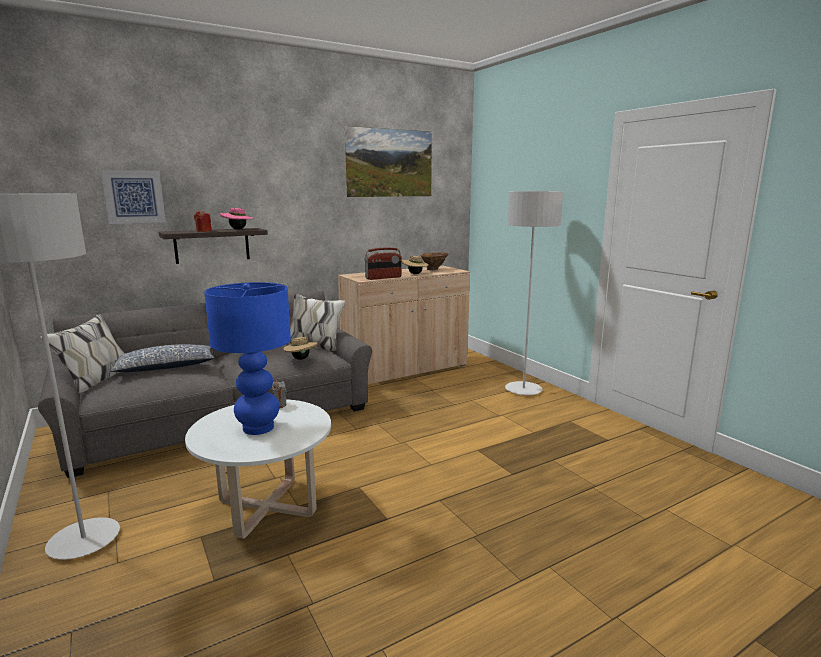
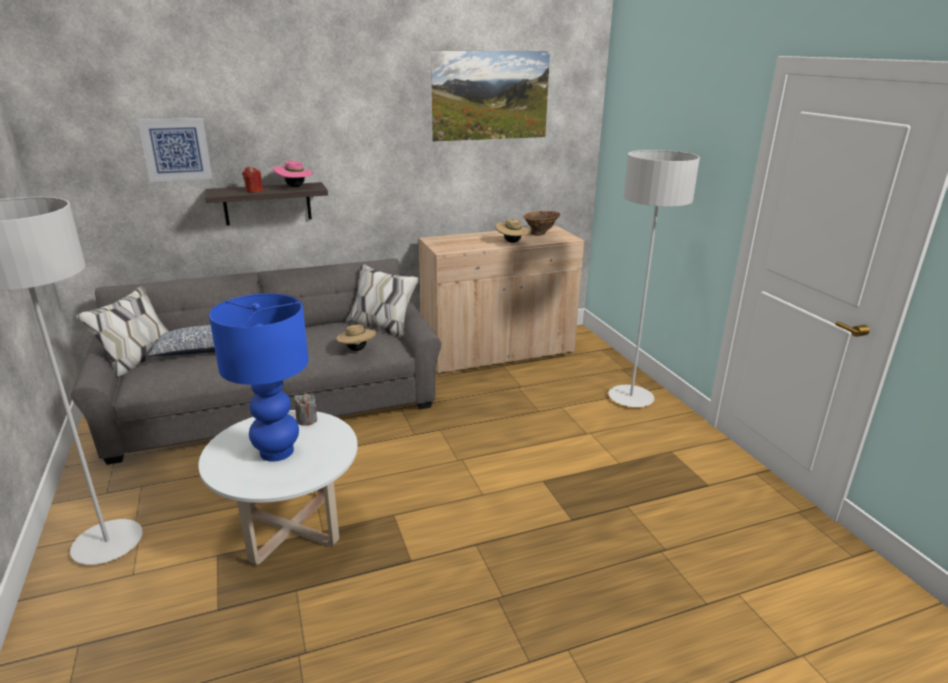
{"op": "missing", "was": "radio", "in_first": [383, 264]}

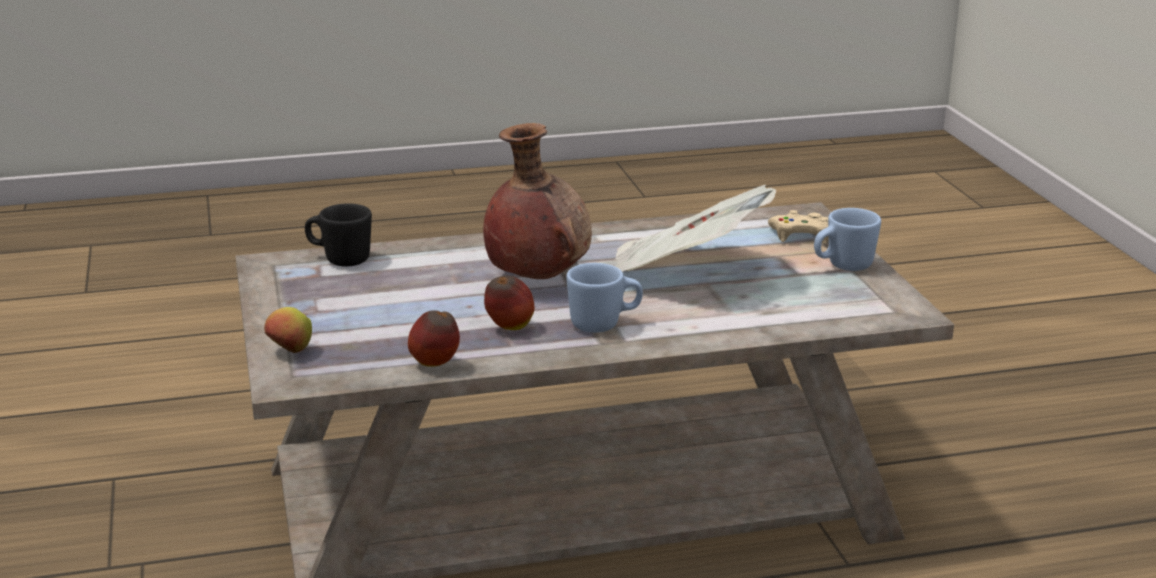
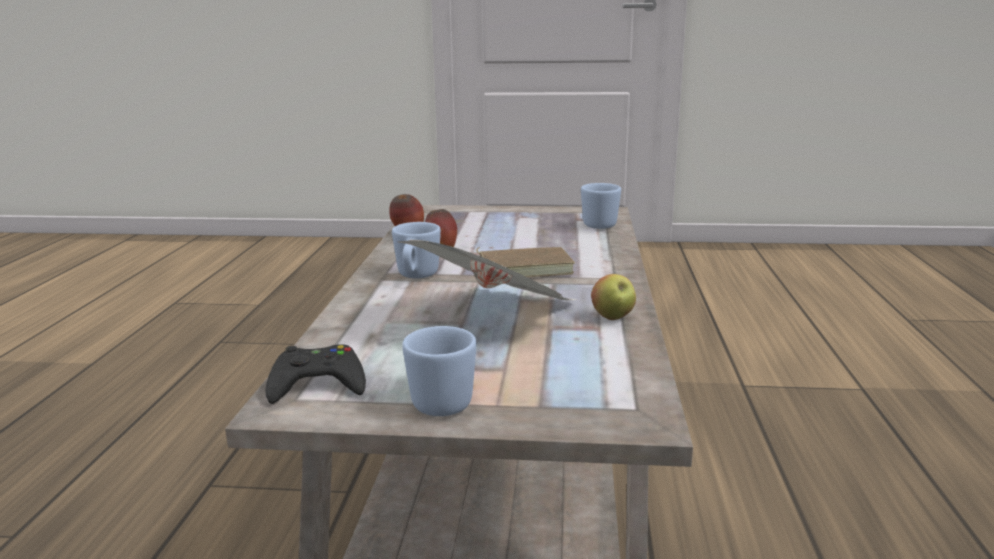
{"op": "missing", "was": "pad do gier/beżowy", "in_first": [798, 227]}
{"op": "appeared", "now": "pad do gier/czarny", "in_second": [315, 374]}
{"op": "relocated", "was": "jabłko", "in_first": [288, 330], "in_second": [613, 297]}
{"op": "exchanged", "was": "wazon/brązowy", "now": "książka/brązowy", "in_first": [537, 201], "in_second": [525, 262]}
{"op": "colour", "was": "kubek/czarny", "now": "kubek/niebieski", "in_first": [338, 234], "in_second": [601, 206]}

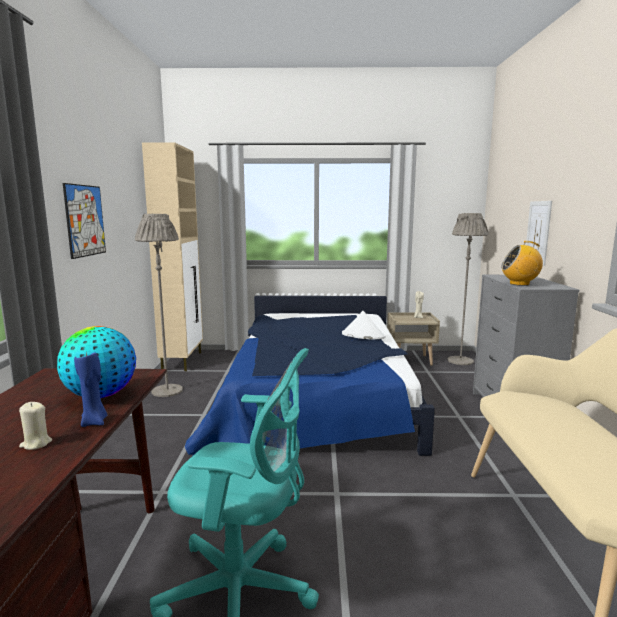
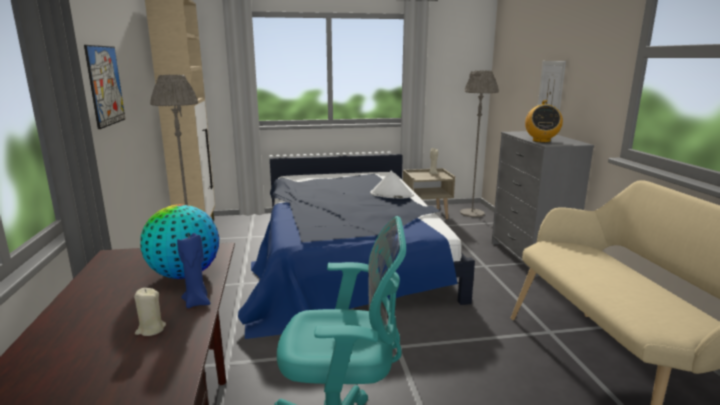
{"op": "spun", "was": "radio", "in_first": [522, 263], "in_second": [544, 121], "clockwise": -75}

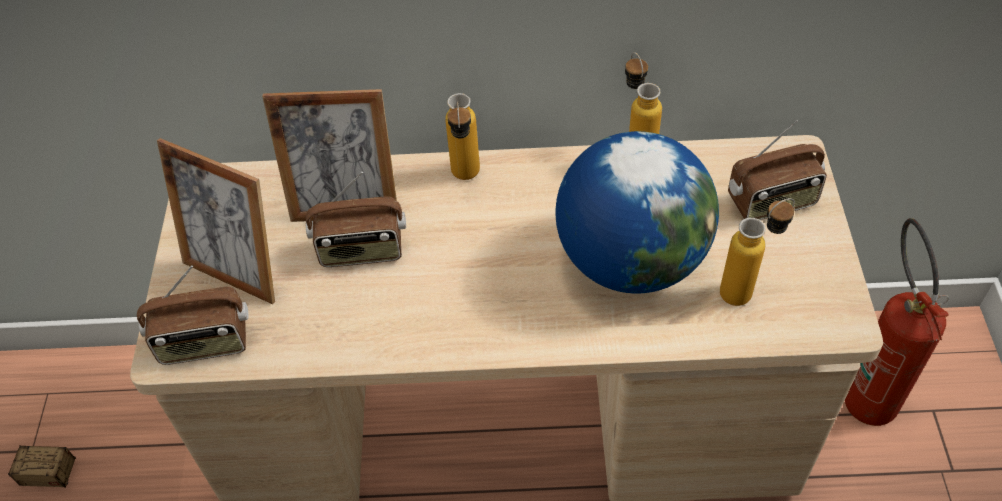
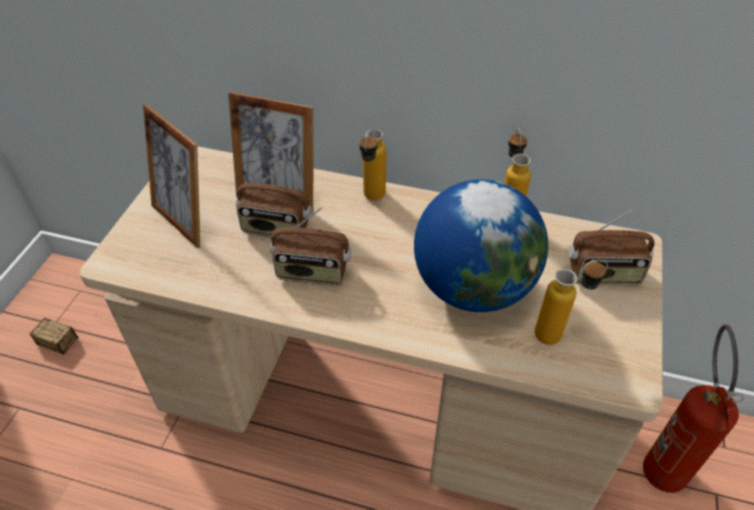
{"op": "relocated", "was": "radio", "in_first": [193, 315], "in_second": [310, 246]}

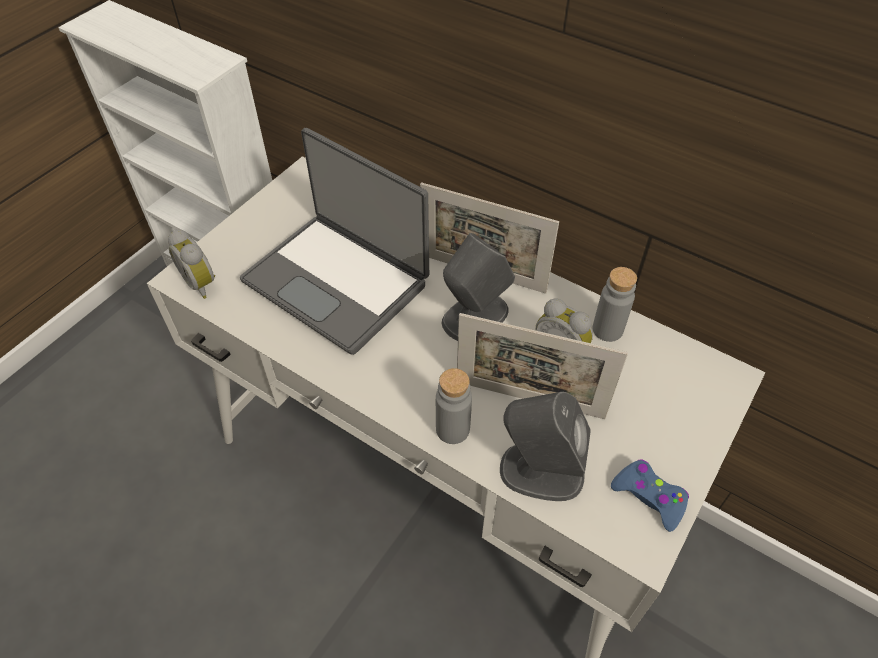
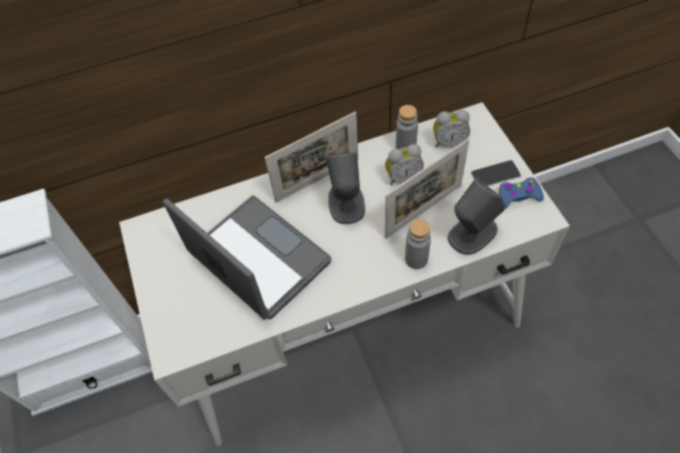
{"op": "appeared", "now": "telefon", "in_second": [496, 173]}
{"op": "relocated", "was": "budzik", "in_first": [191, 264], "in_second": [451, 129]}
{"op": "spun", "was": "laptop", "in_first": [334, 241], "in_second": [247, 257], "clockwise": -120}

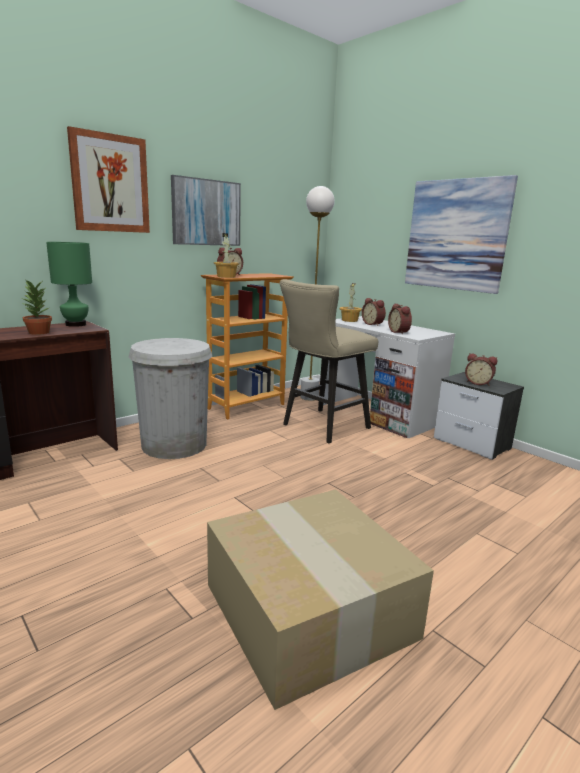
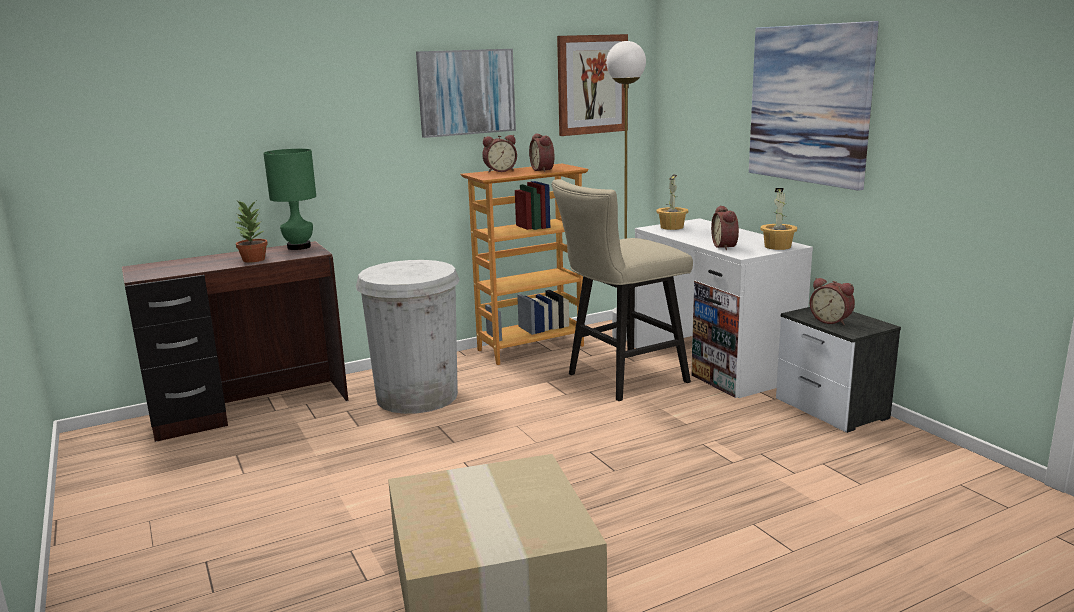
{"op": "relocated", "was": "obraz", "in_first": [108, 179], "in_second": [592, 85]}
{"op": "relocated", "was": "roślina doniczkowa", "in_first": [226, 255], "in_second": [779, 219]}
{"op": "relocated", "was": "budzik", "in_first": [374, 312], "in_second": [541, 153]}

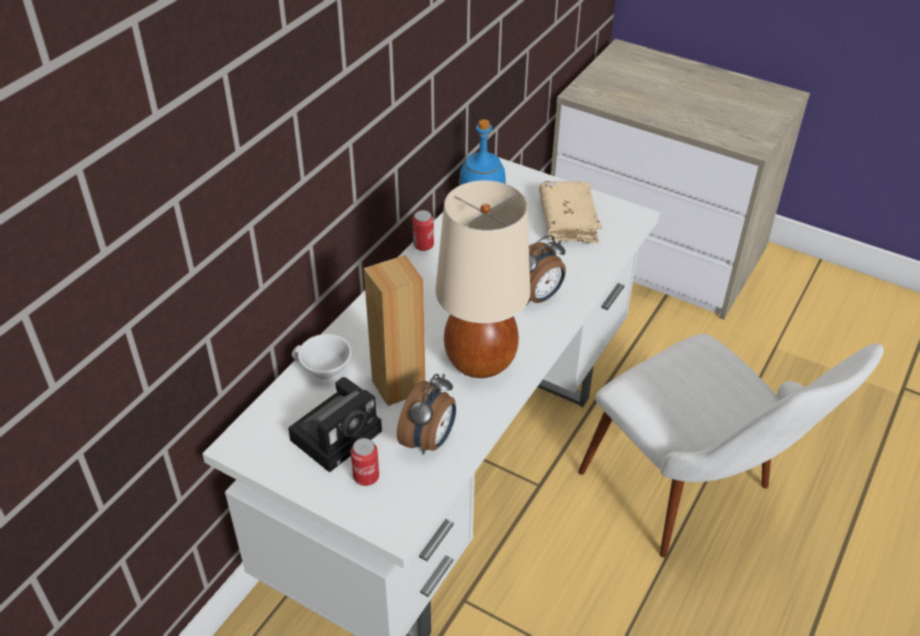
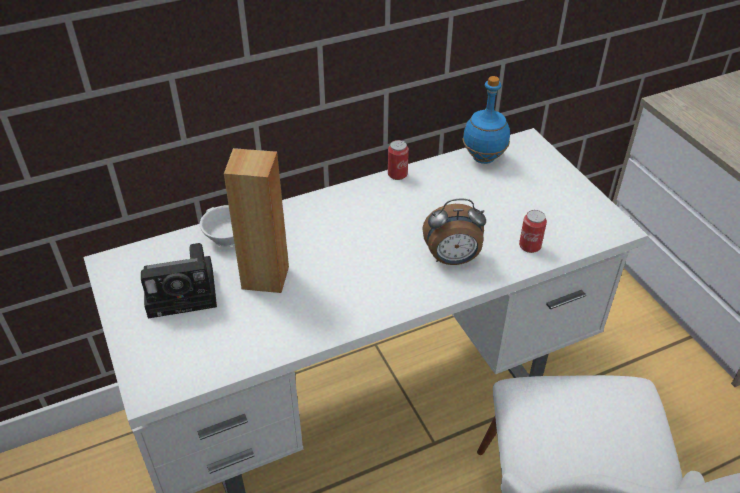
{"op": "missing", "was": "budzik", "in_first": [426, 414]}
{"op": "missing", "was": "lampa stołowa/beżowy", "in_first": [483, 279]}
{"op": "missing", "was": "książka/beżowy", "in_first": [570, 212]}
{"op": "relocated", "was": "puszka", "in_first": [365, 462], "in_second": [533, 231]}

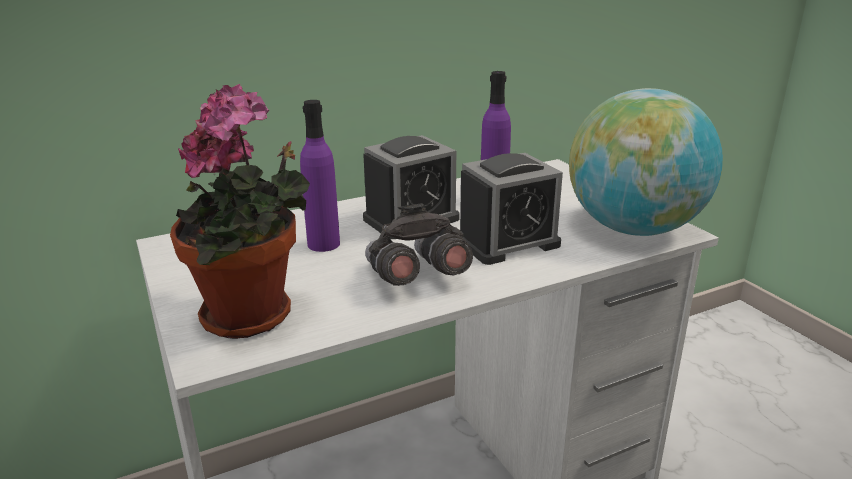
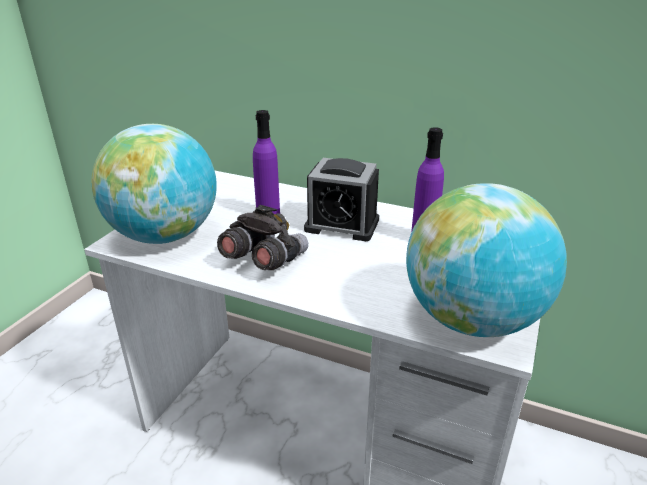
{"op": "missing", "was": "budzik", "in_first": [511, 209]}
{"op": "exchanged", "was": "roślina doniczkowa", "now": "globus", "in_first": [240, 211], "in_second": [154, 184]}

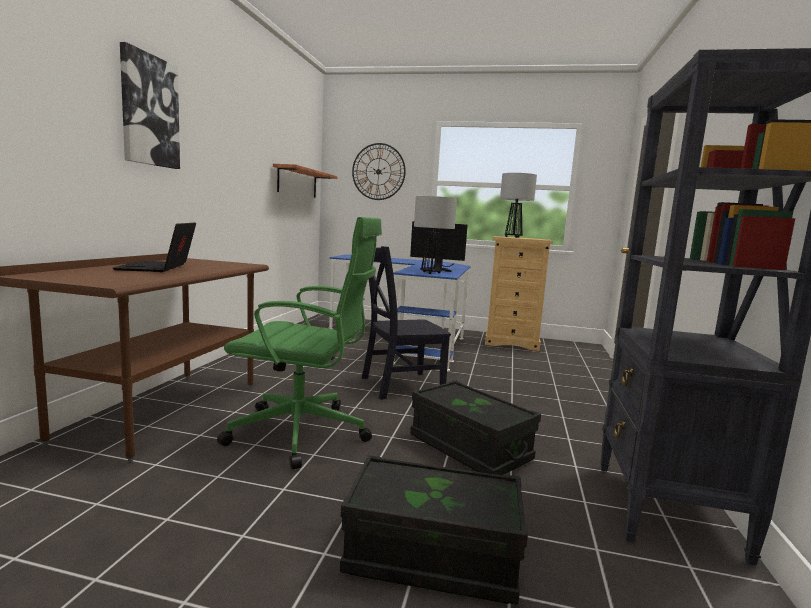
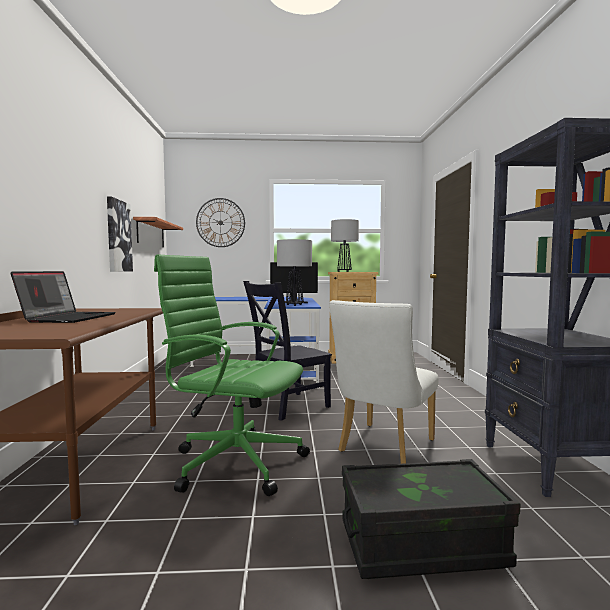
{"op": "relocated", "was": "obraz", "in_first": [150, 105], "in_second": [120, 234]}
{"op": "exchanged", "was": "pojemnik do przechowywania/czarny", "now": "krzesło/biały", "in_first": [475, 427], "in_second": [384, 382]}
{"op": "spun", "was": "laptop", "in_first": [154, 247], "in_second": [63, 297], "clockwise": -150}
{"op": "spun", "was": "krzesło biurowe/zielony", "in_first": [299, 343], "in_second": [232, 375], "clockwise": -150}

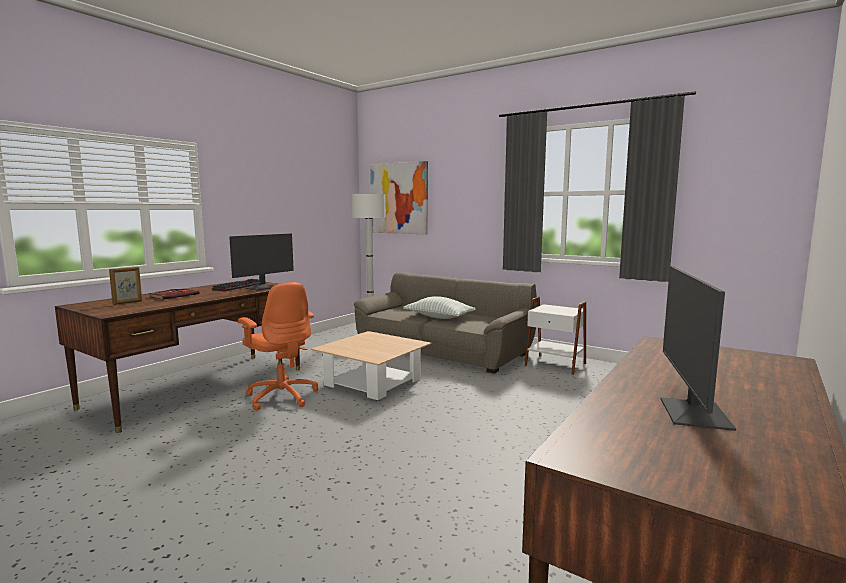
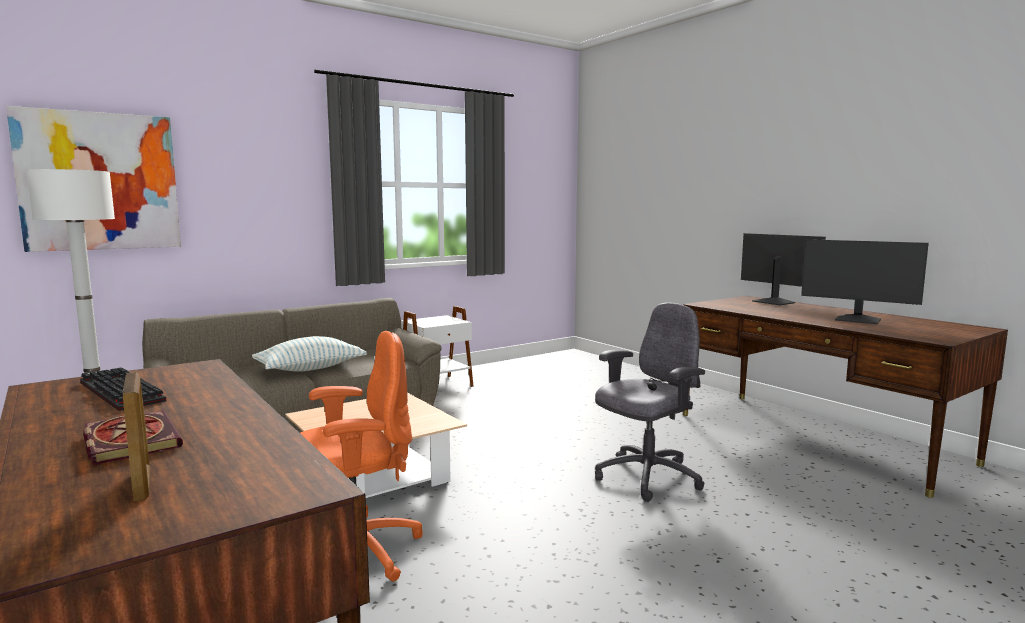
{"op": "appeared", "now": "krzesło biurowe/szary", "in_second": [650, 402]}
{"op": "relocated", "was": "monitor", "in_first": [261, 261], "in_second": [783, 269]}

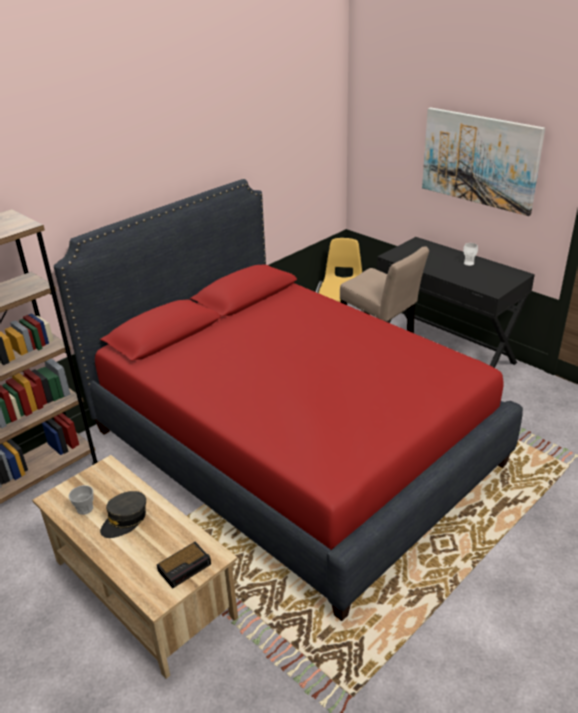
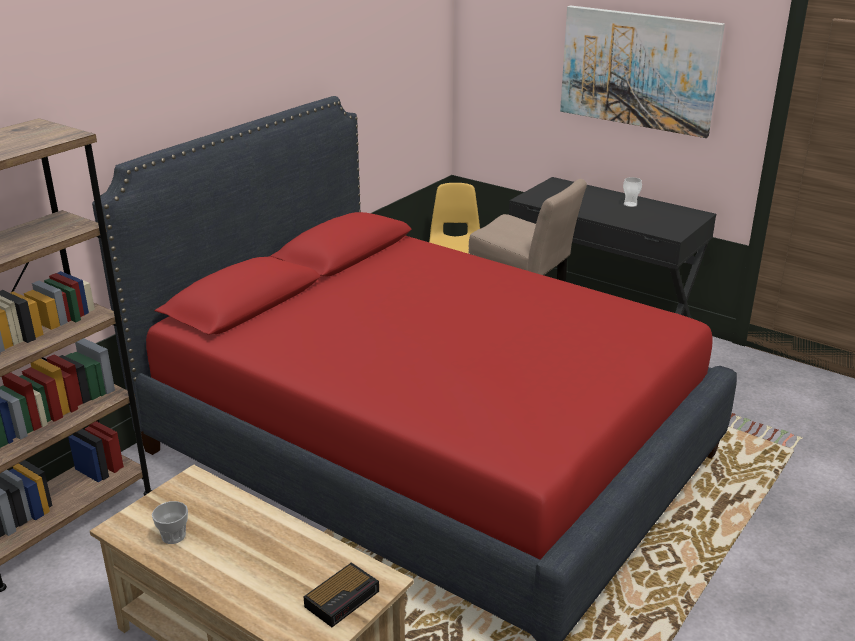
{"op": "missing", "was": "czapka z daszkiem/szary", "in_first": [123, 514]}

